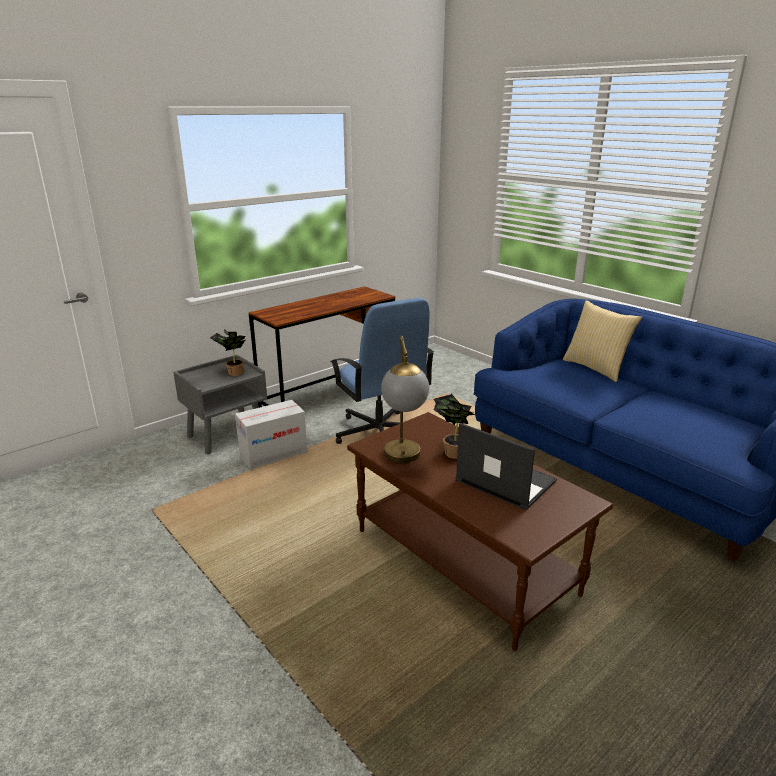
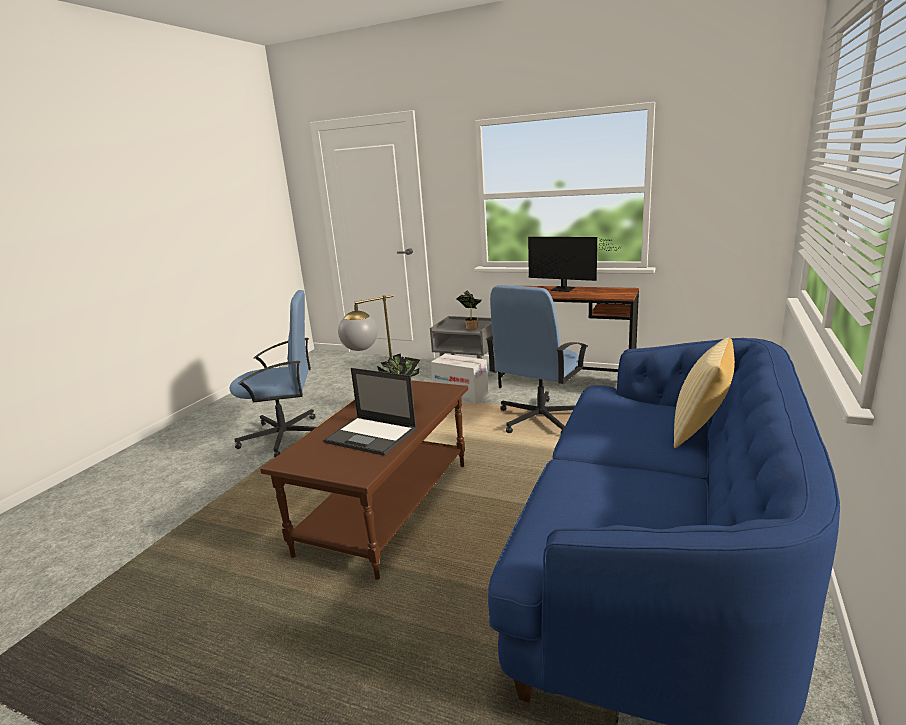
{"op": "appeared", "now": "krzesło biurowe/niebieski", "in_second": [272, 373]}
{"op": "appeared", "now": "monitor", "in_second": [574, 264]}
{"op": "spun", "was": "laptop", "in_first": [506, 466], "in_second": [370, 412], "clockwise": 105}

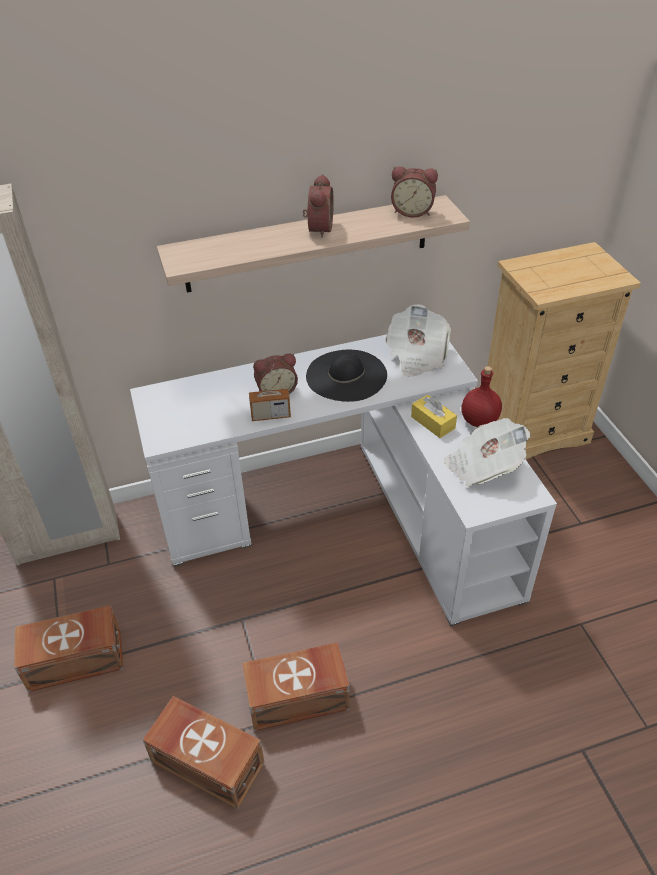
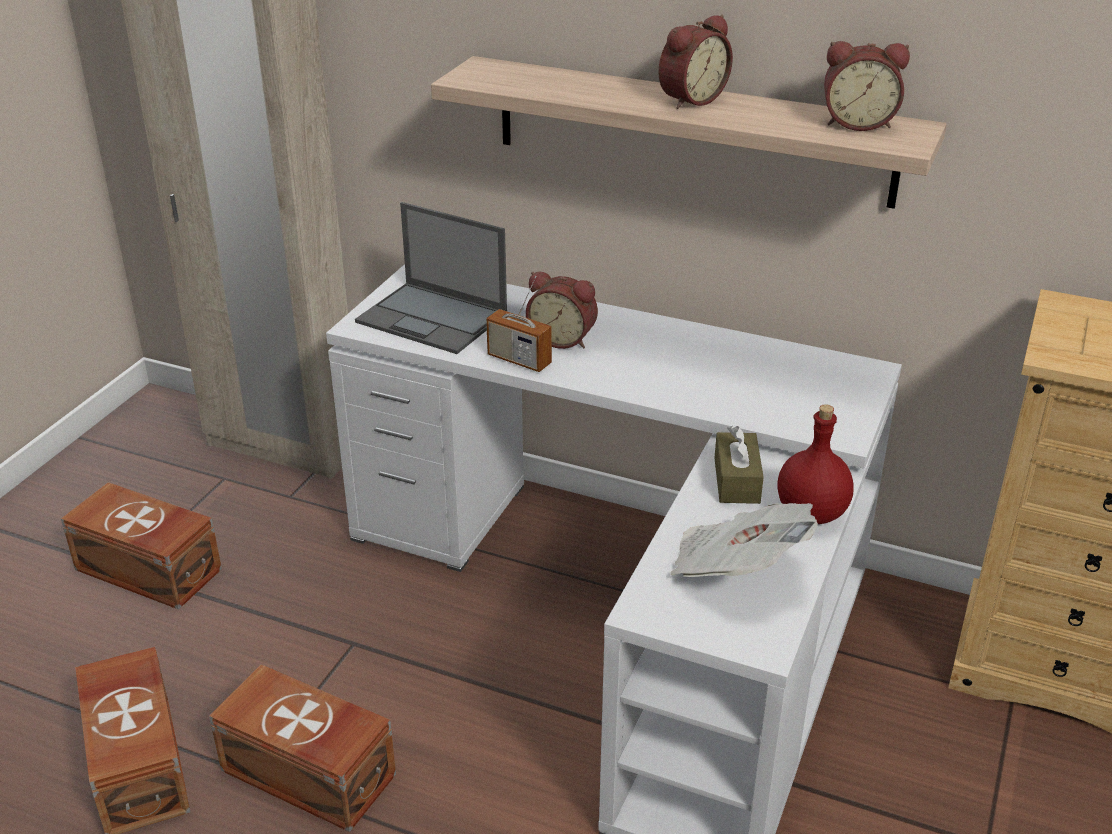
{"op": "missing", "was": "kapelusz/czarny", "in_first": [346, 376]}
{"op": "missing", "was": "gazeta", "in_first": [418, 340]}
{"op": "appeared", "now": "laptop", "in_second": [431, 278]}
{"op": "colour", "was": "pudełko chusteczek/żółty", "now": "pudełko chusteczek/brązowy", "in_first": [434, 416], "in_second": [739, 465]}
{"op": "spun", "was": "budzik", "in_first": [414, 192], "in_second": [867, 86], "clockwise": -45}

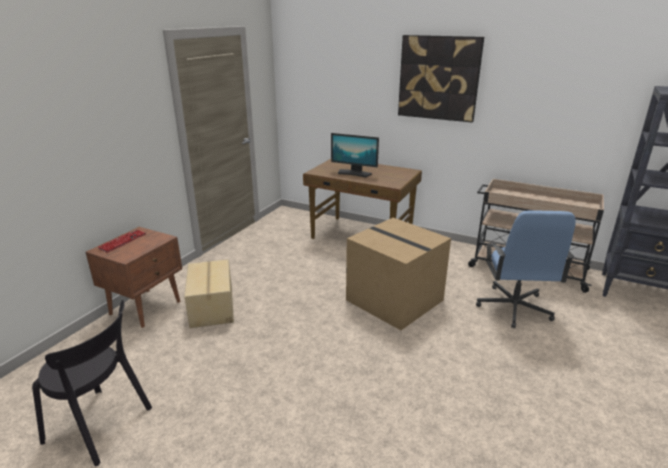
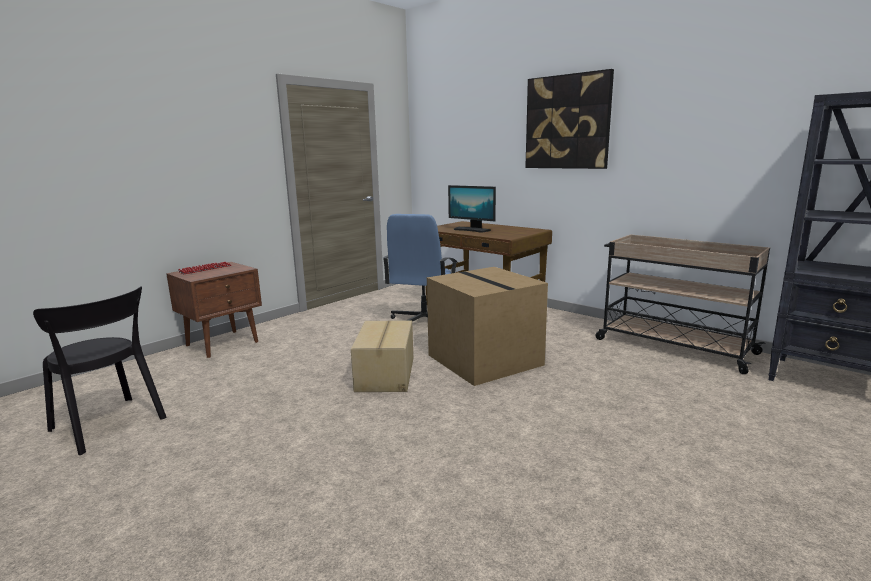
{"op": "relocated", "was": "karton", "in_first": [209, 293], "in_second": [382, 356]}
{"op": "relocated", "was": "krzesło biurowe/niebieski", "in_first": [526, 269], "in_second": [420, 267]}

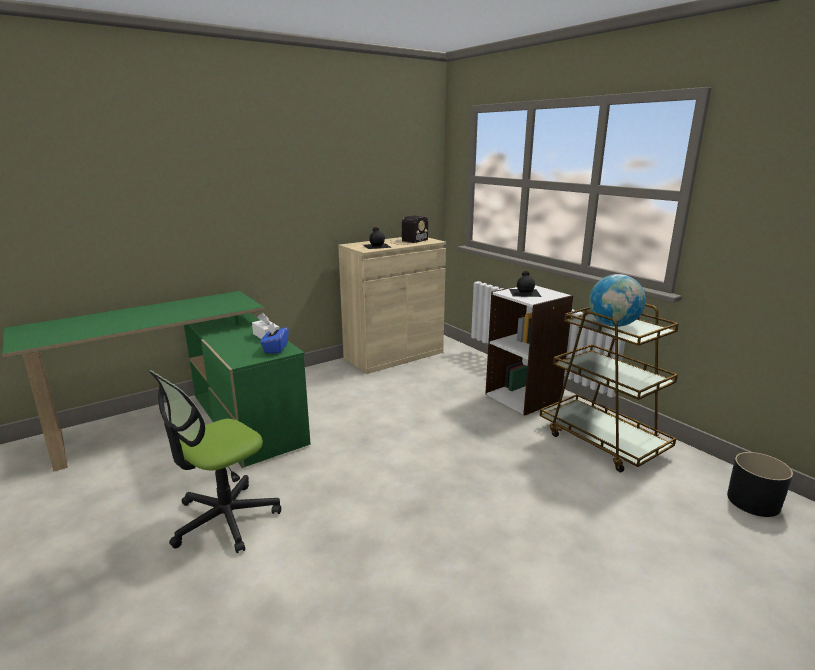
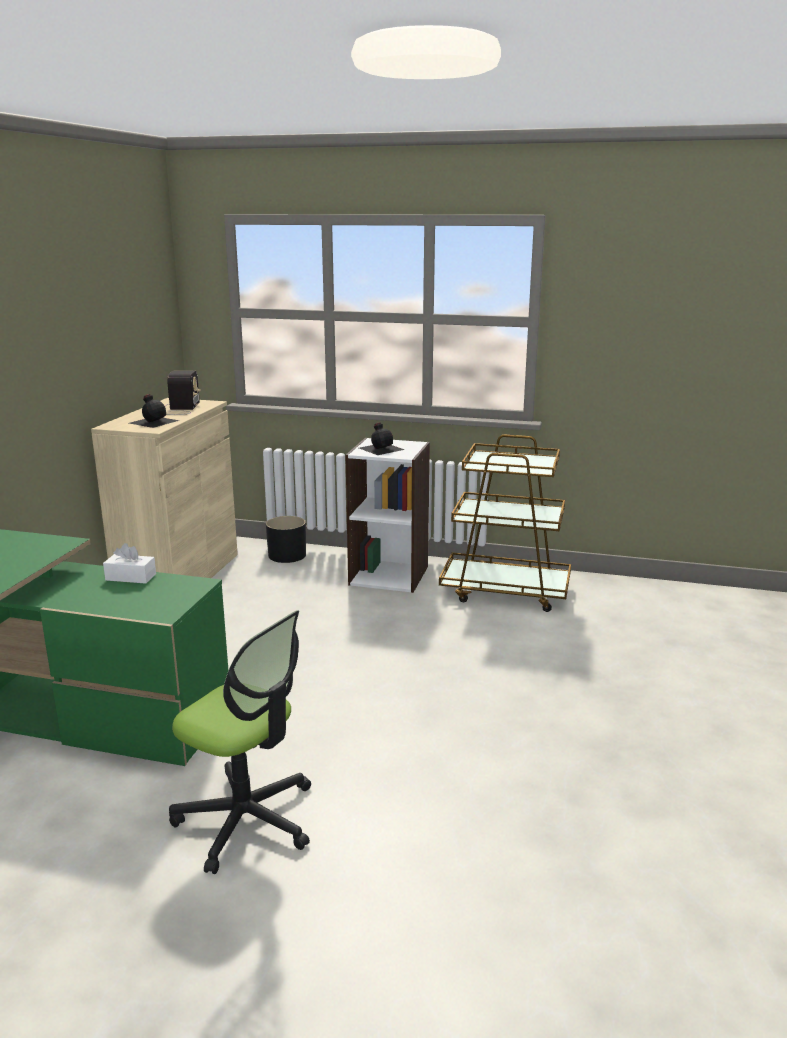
{"op": "missing", "was": "pudełko chusteczek/niebieski", "in_first": [274, 338]}
{"op": "missing", "was": "globus", "in_first": [617, 300]}
{"op": "relocated", "was": "donica/czarny", "in_first": [760, 484], "in_second": [286, 539]}
{"op": "spun", "was": "krzesło biurowe", "in_first": [214, 461], "in_second": [240, 742], "clockwise": -60}

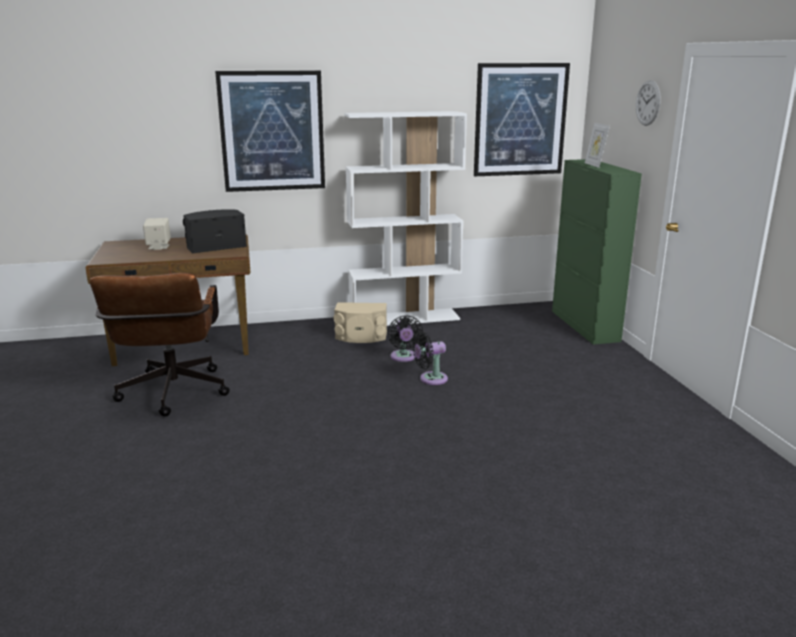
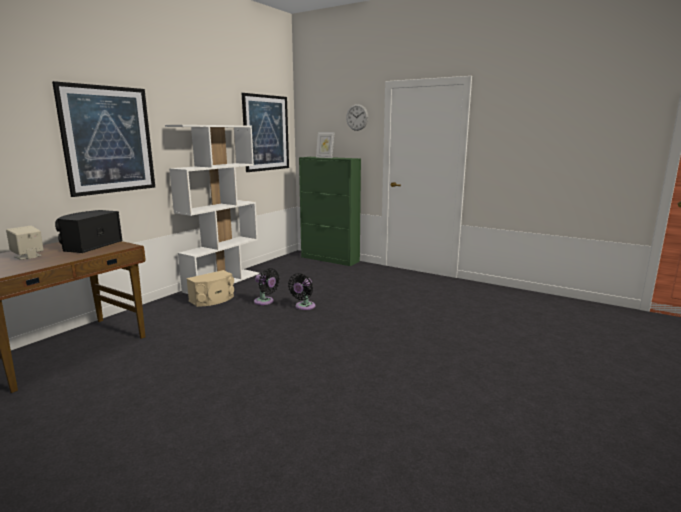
{"op": "missing", "was": "krzesło biurowe/brązowy", "in_first": [160, 345]}

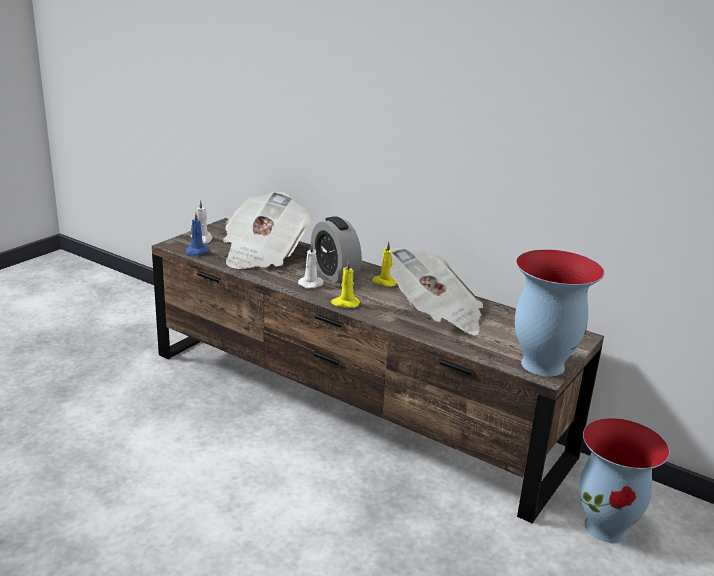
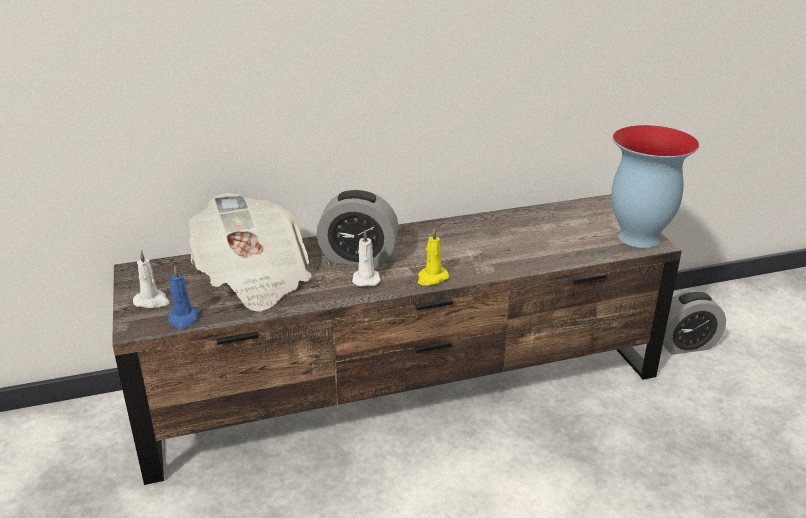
{"op": "missing", "was": "świeca/żółty", "in_first": [384, 264]}
{"op": "missing", "was": "gazeta", "in_first": [436, 291]}
{"op": "exchanged", "was": "wazon", "now": "budzik", "in_first": [624, 480], "in_second": [694, 323]}

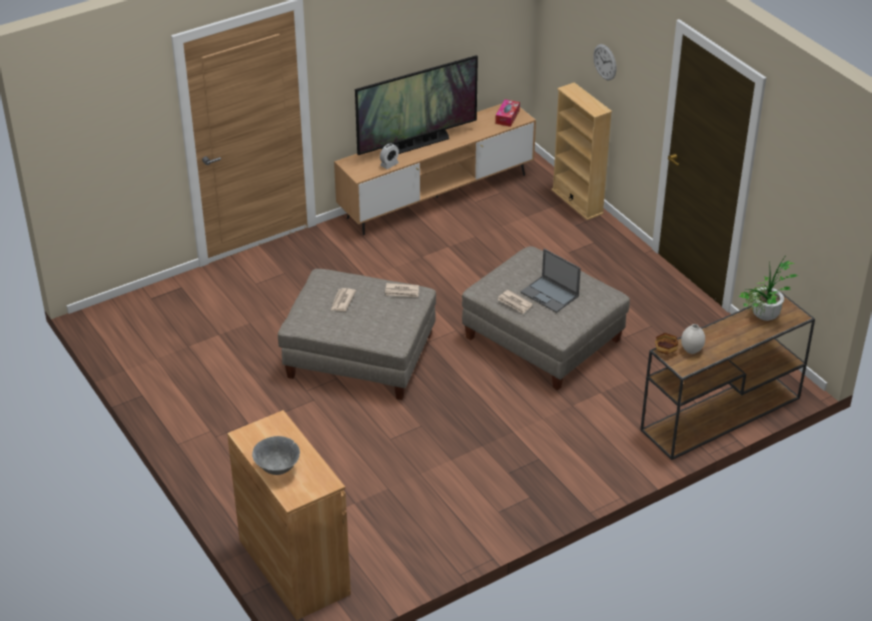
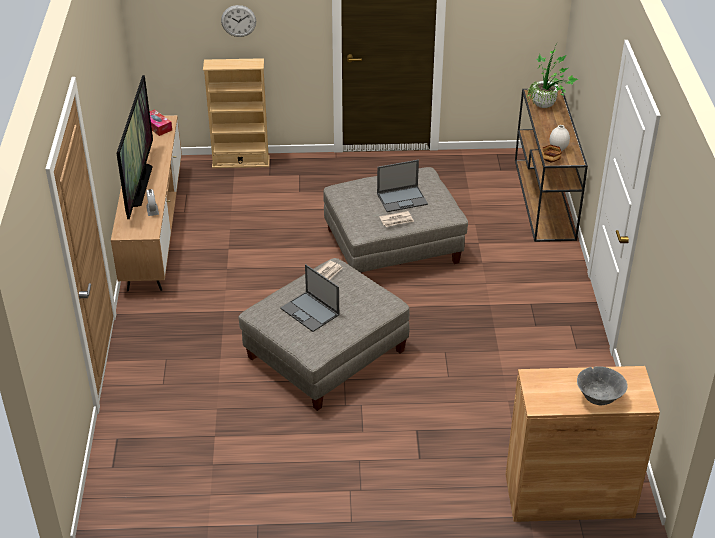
{"op": "exchanged", "was": "gazeta", "now": "laptop", "in_first": [343, 299], "in_second": [309, 298]}

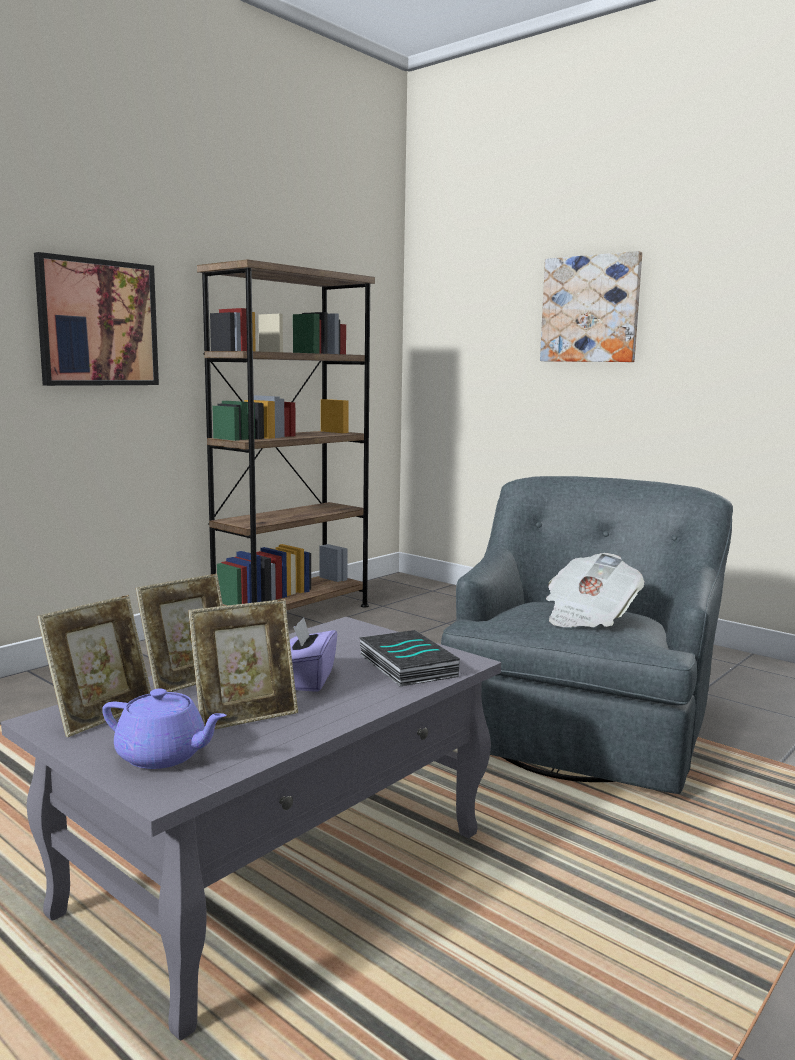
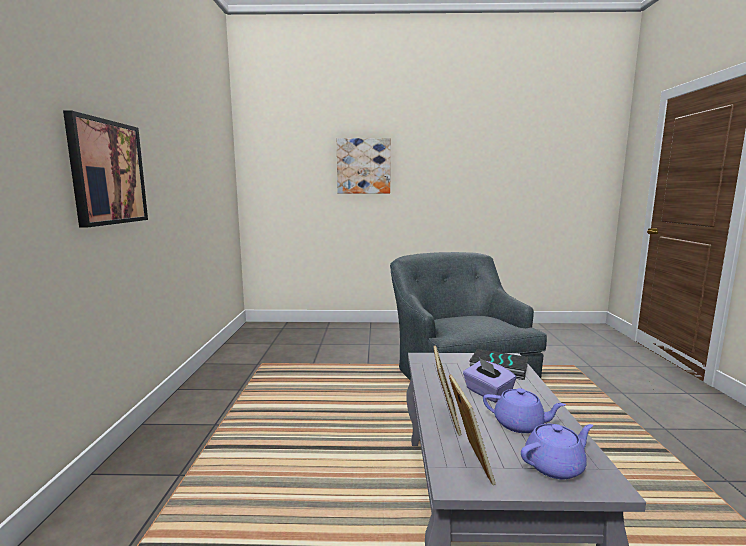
{"op": "missing", "was": "regał/brązowy", "in_first": [286, 434]}
{"op": "missing", "was": "gazeta", "in_first": [595, 590]}
{"op": "exchanged", "was": "ramka na zdjęcie", "now": "imbryk/fioletowy", "in_first": [243, 664], "in_second": [524, 410]}

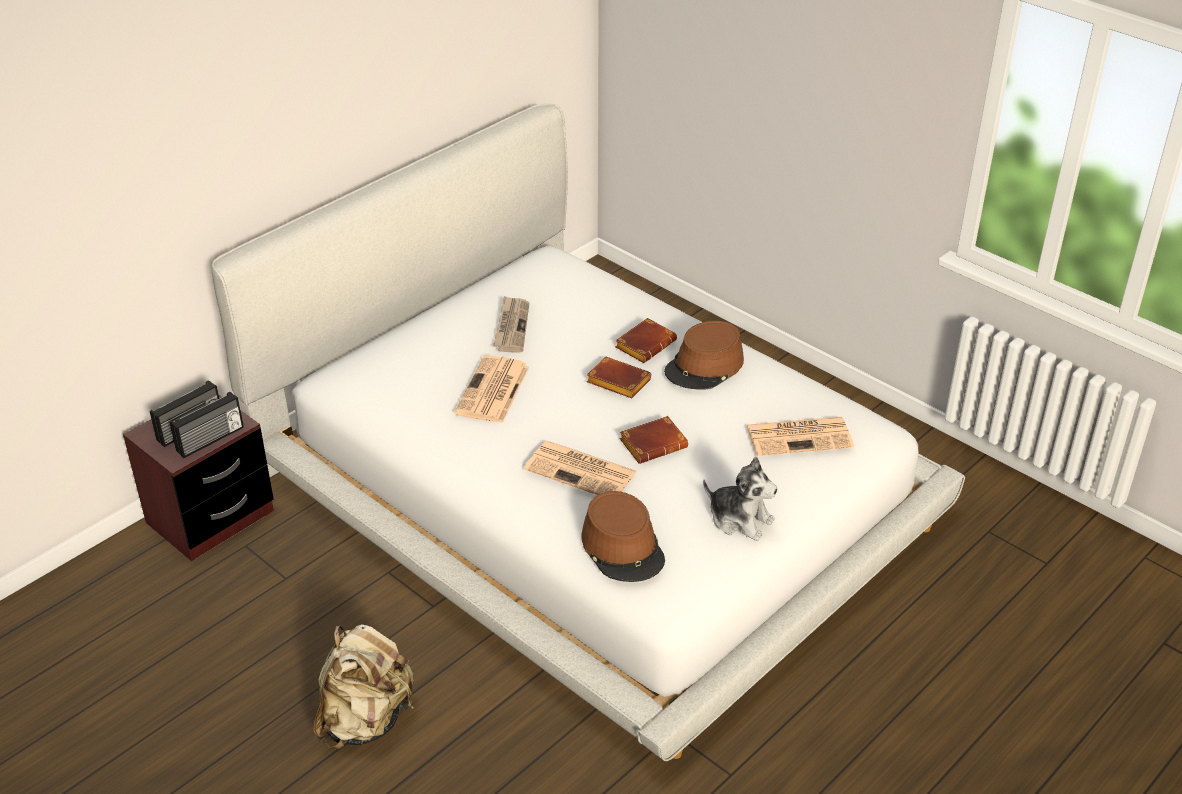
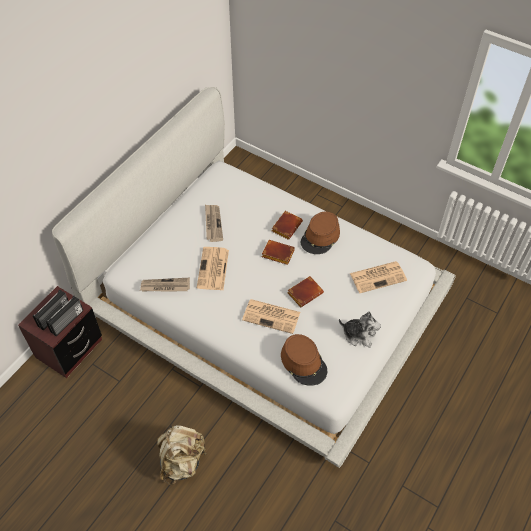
{"op": "appeared", "now": "gazeta", "in_second": [165, 285]}

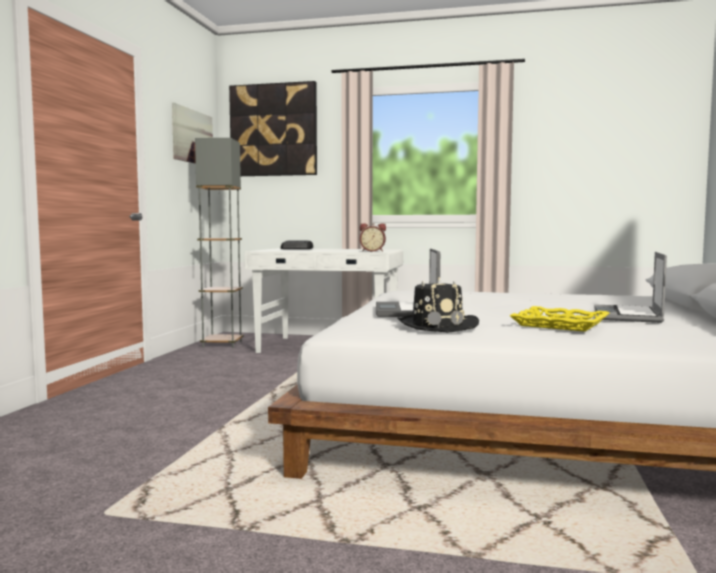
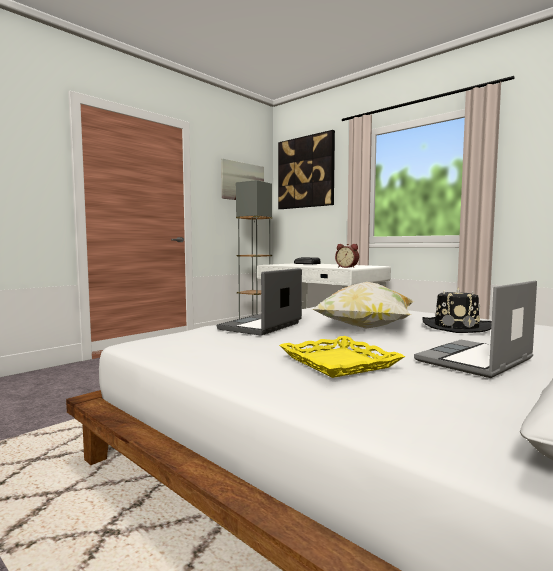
{"op": "appeared", "now": "poduszka", "in_second": [364, 305]}
{"op": "relocated", "was": "kapelusz/czarny", "in_first": [438, 304], "in_second": [457, 310]}

